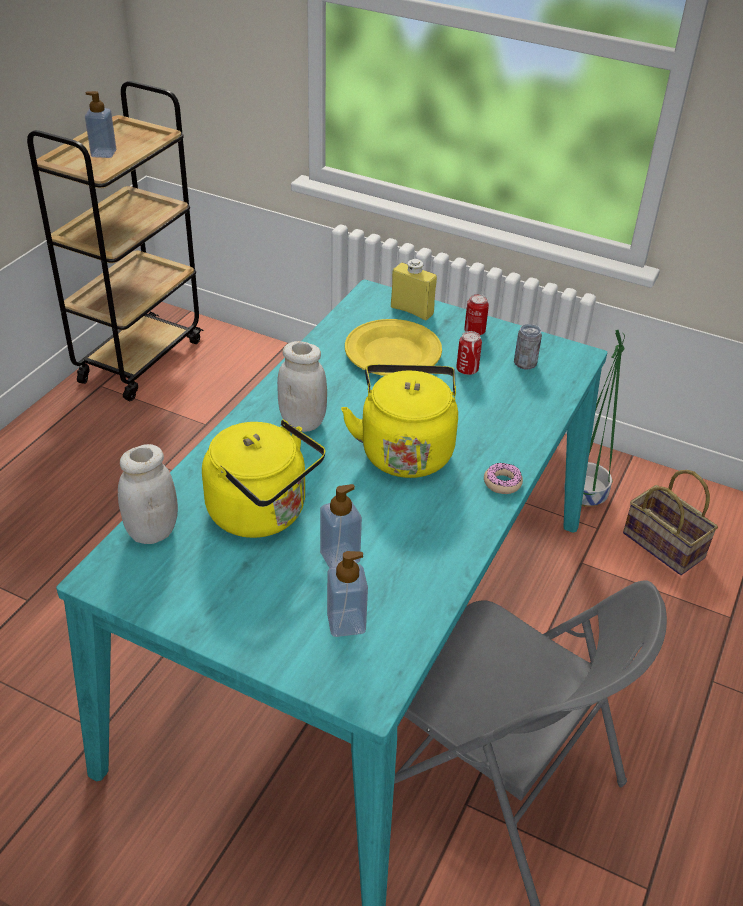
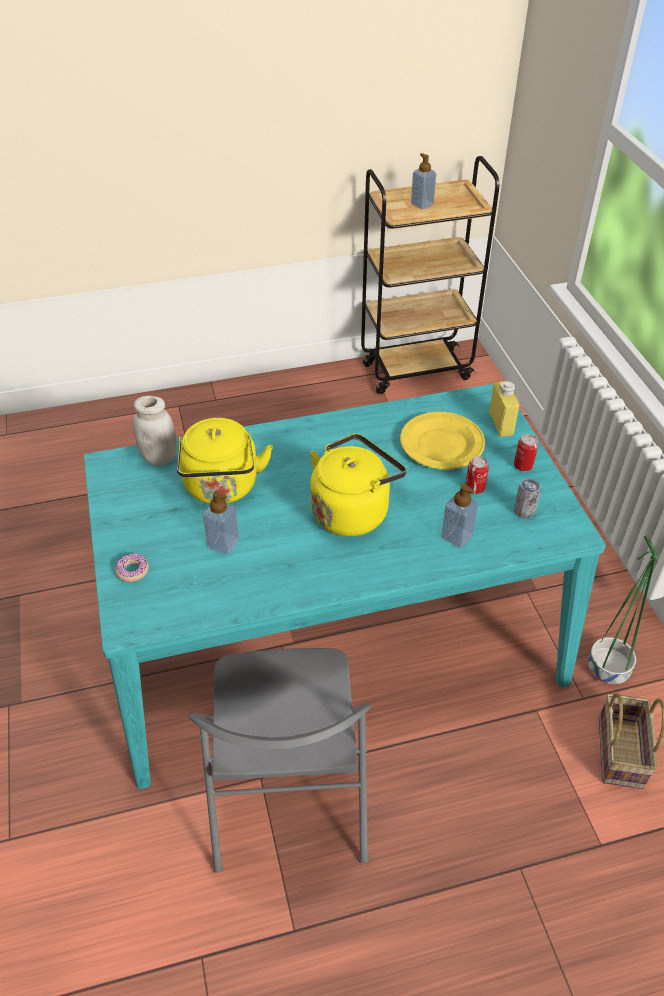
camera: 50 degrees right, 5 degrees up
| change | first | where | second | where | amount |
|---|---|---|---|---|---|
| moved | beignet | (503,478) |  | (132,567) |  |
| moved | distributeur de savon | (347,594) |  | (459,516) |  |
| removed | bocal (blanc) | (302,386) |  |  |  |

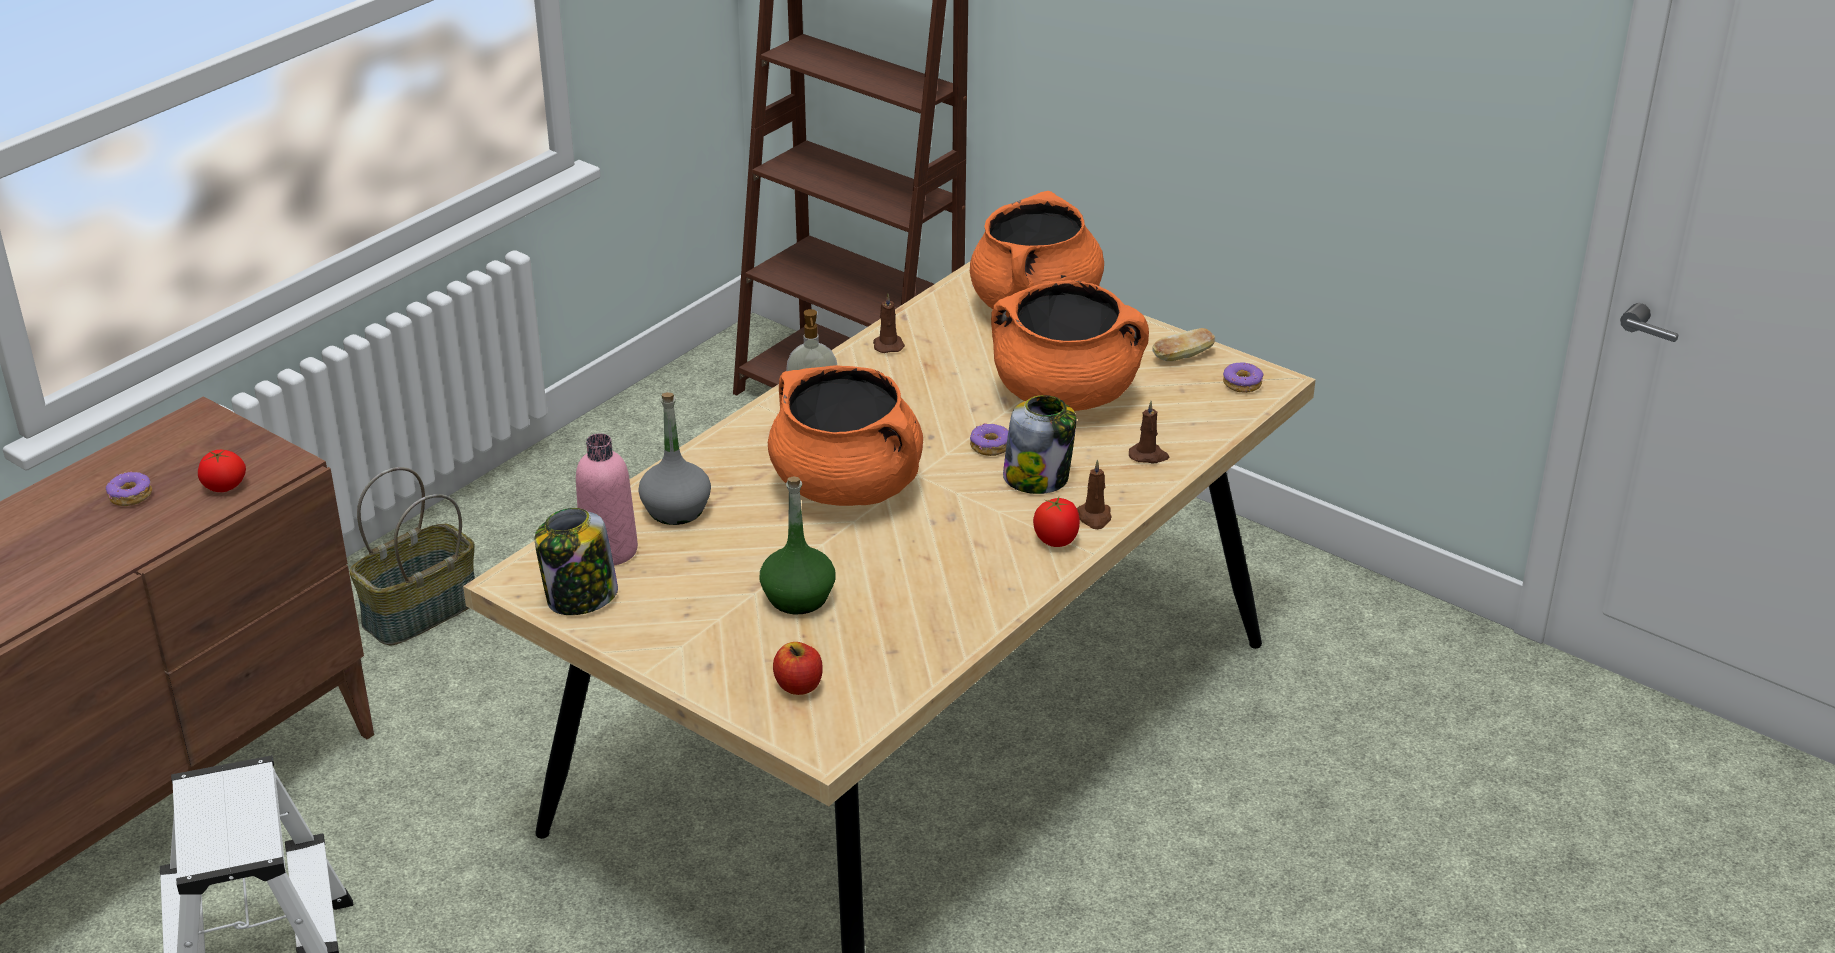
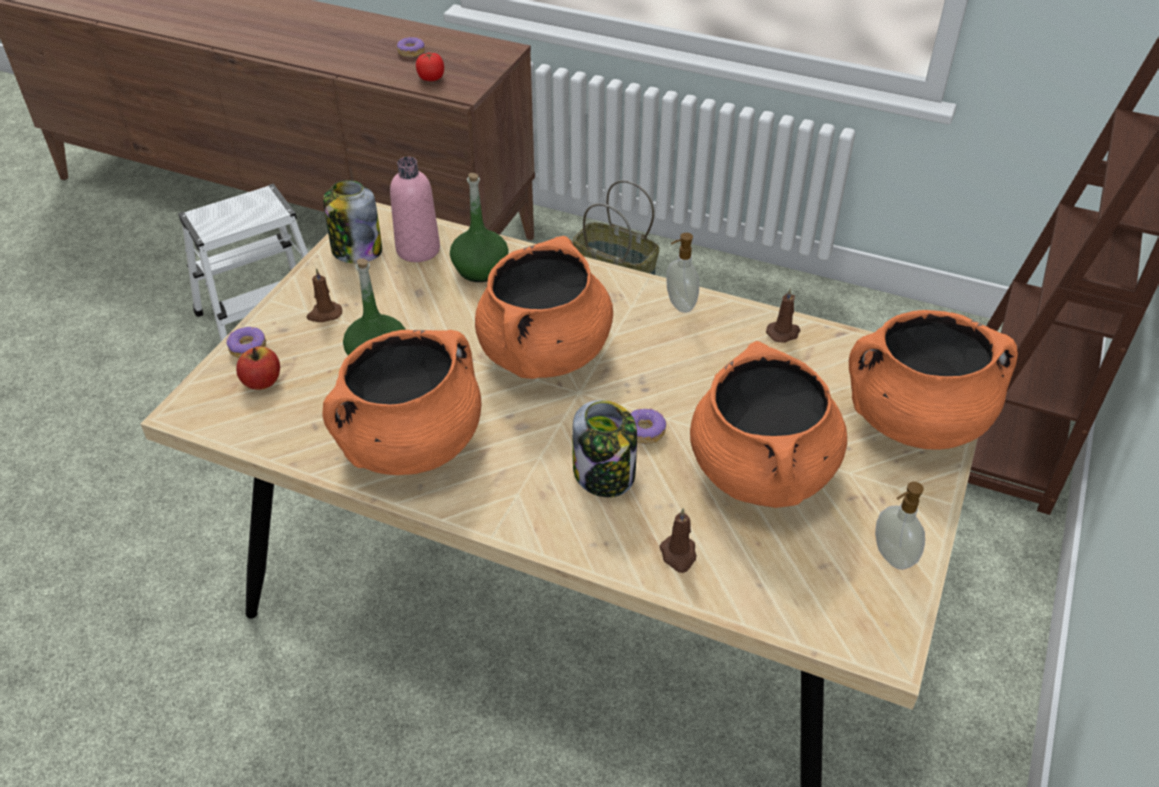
camera: 75 degrees right, 10 degrees up
| change | first | where | second | where | amount |
|---|---|---|---|---|---|
| moved | beignet | (1243,377) |  | (246,342) |  |
| moved | bougie (marron) | (1094,494) |  | (324,295) |  |
| added |  |  | marmite (orange) | (401,402) |  |
| recoloured | bouteille (gris) | (674,458) | bouteille (vert) | (479,227) |  |
| replaced | pain | (1183,344) | distributeur de savon | (900,526) |  |
| removed | tomate | (1056,522) |  |  |  |

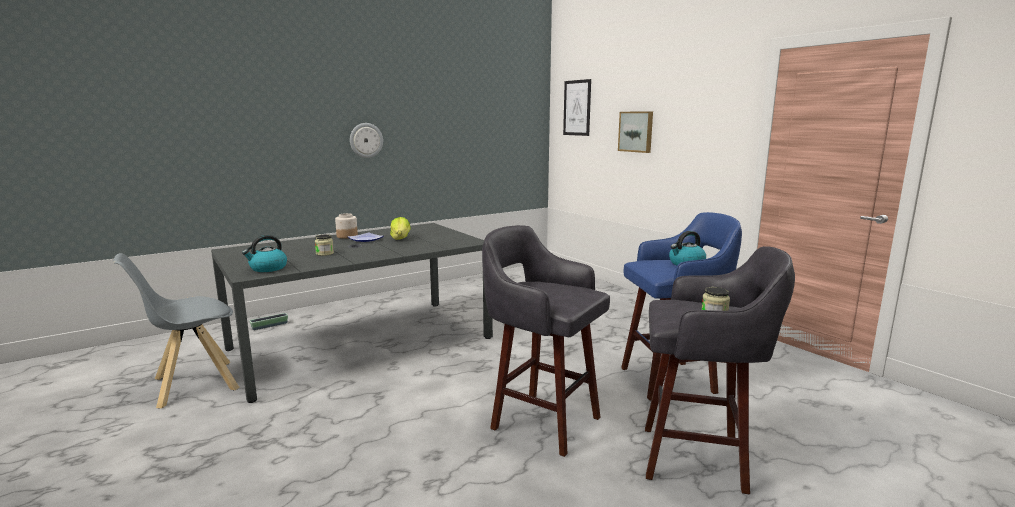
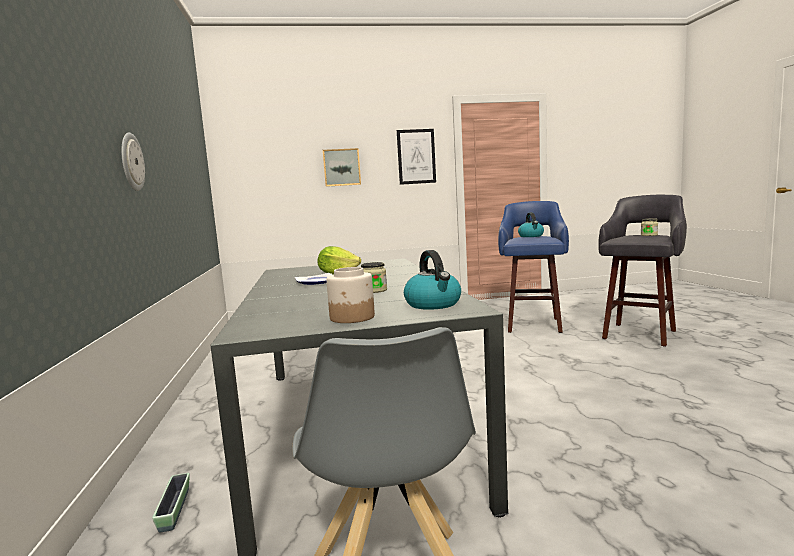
camera: 65 degrees left, 5 degrees down
| change | first | where | second | where | amount |
|---|---|---|---|---|---|
| moved | bocal | (346,226) |  | (350,295) |  |
| moved | tableau | (577,107) |  | (416,157) |  |
| removed | tabouret (gris) | (546,341) |  |  |  |

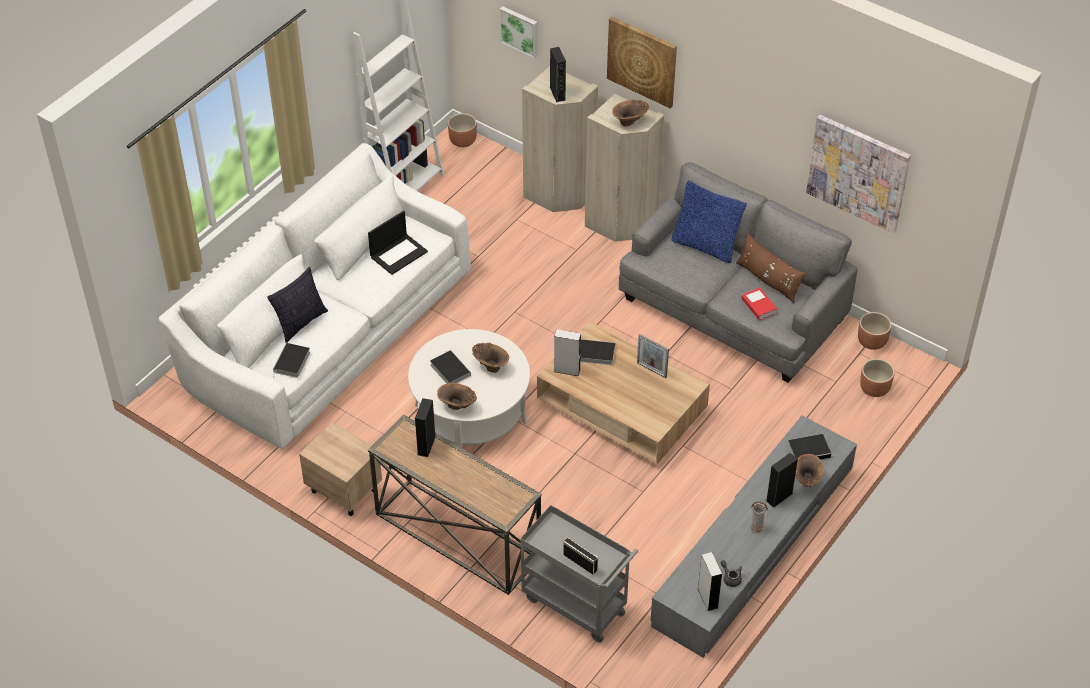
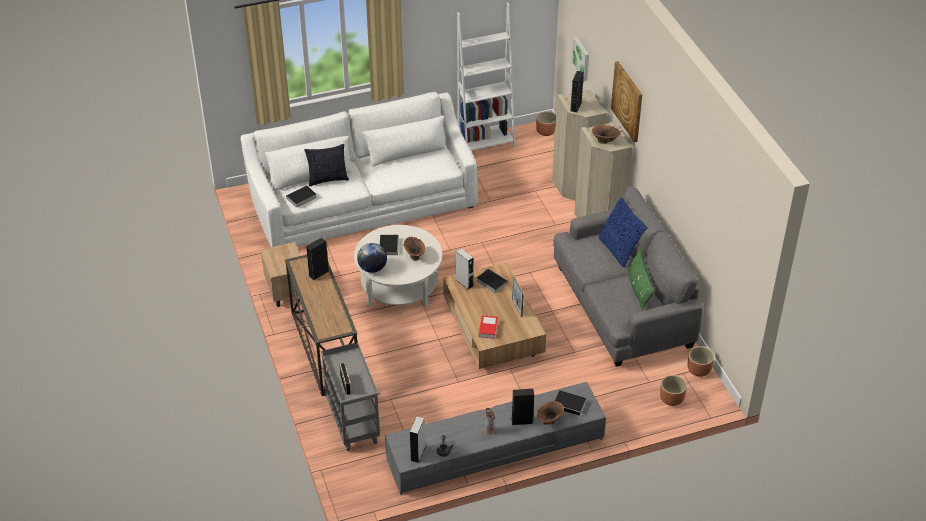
camera: 35 degrees right, 5 degrees down
| change | first | where | second | where | amount |
|---|---|---|---|---|---|
| replaced | vase (marron) | (457,396) | globe | (372,258) |  |
| moved | livre | (759,304) |  | (488,327) |  |
| recoloured | coussin (marron) | (770,267) | coussin (vert) | (641,279) |  |
| removed | ordinateur portable | (398,243) |  |  |  |
| removed | tableau | (858,174) |  |  |  |

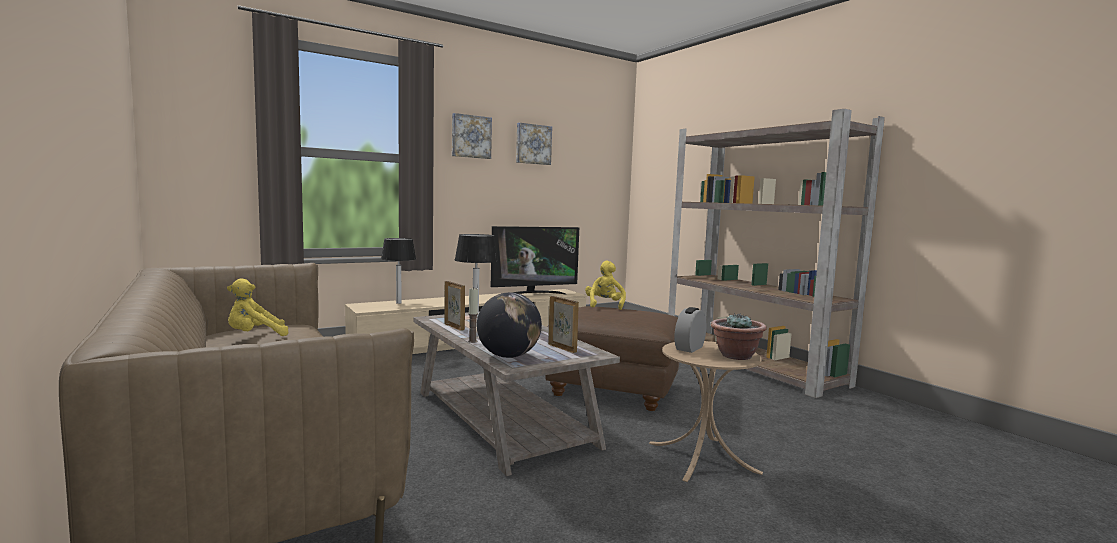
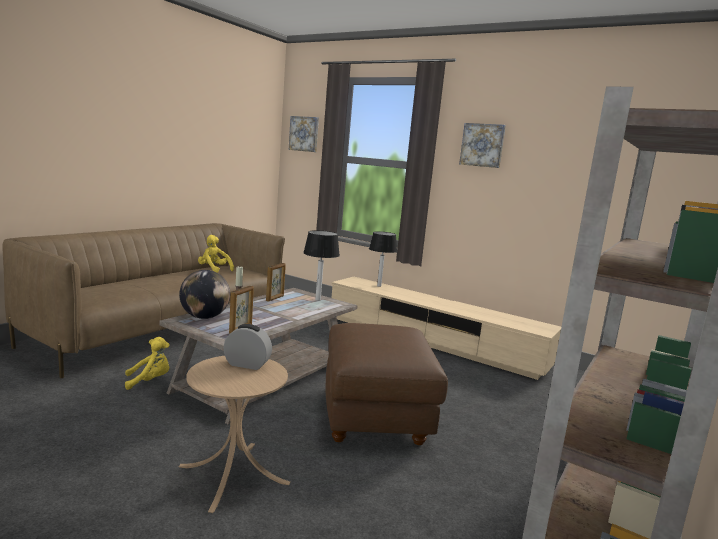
camera: 65 degrees right, 5 degrees up
| change | first | where | second | where | amount |
|---|---|---|---|---|---|
| moved | peluche (jaune) | (605,285) |  | (147,363) |  |
| moved | tableau | (534,144) |  | (304,134) |  |
| removed | téléviseur | (535,260) |  |  |  |
| removed | plante en pot | (738,336) |  |  |  |

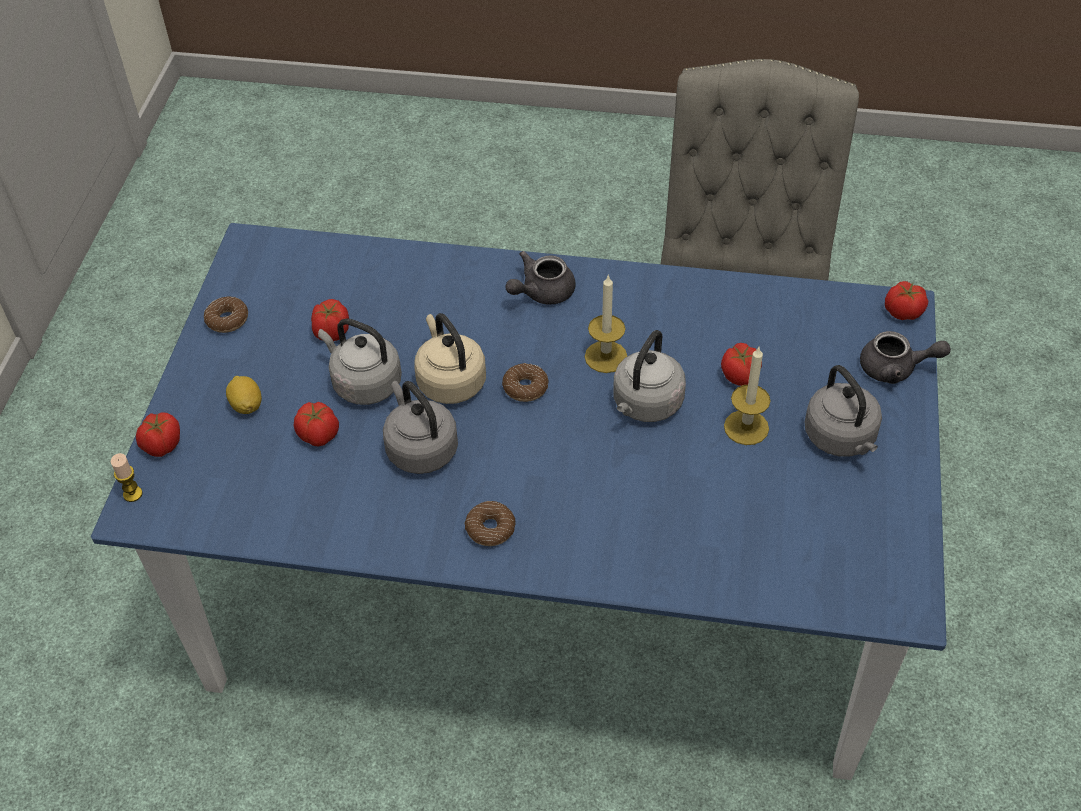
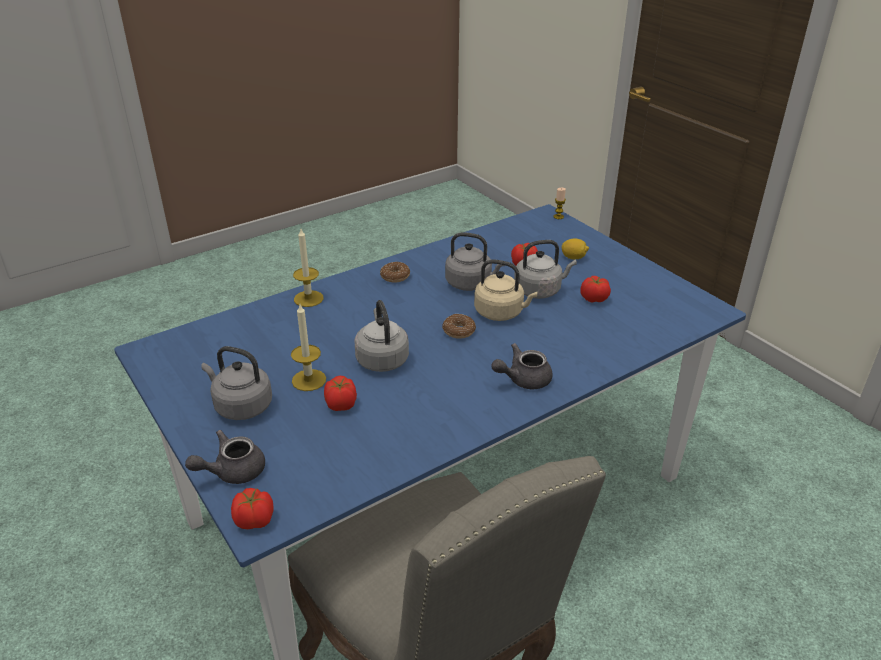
camera: 135 degrees right, 15 degrees down
| change | first | where | second | where | amount |
|---|---|---|---|---|---|
| moved | bougie | (606,323) |  | (308,268) |  |
| turned | théière (gris) | (541,278) |  | (522,366) | 120 degrees counterclockwise |
| removed | tomate | (158,435) |  |  |  |
| removed | beignet | (226,314) |  |  |  |

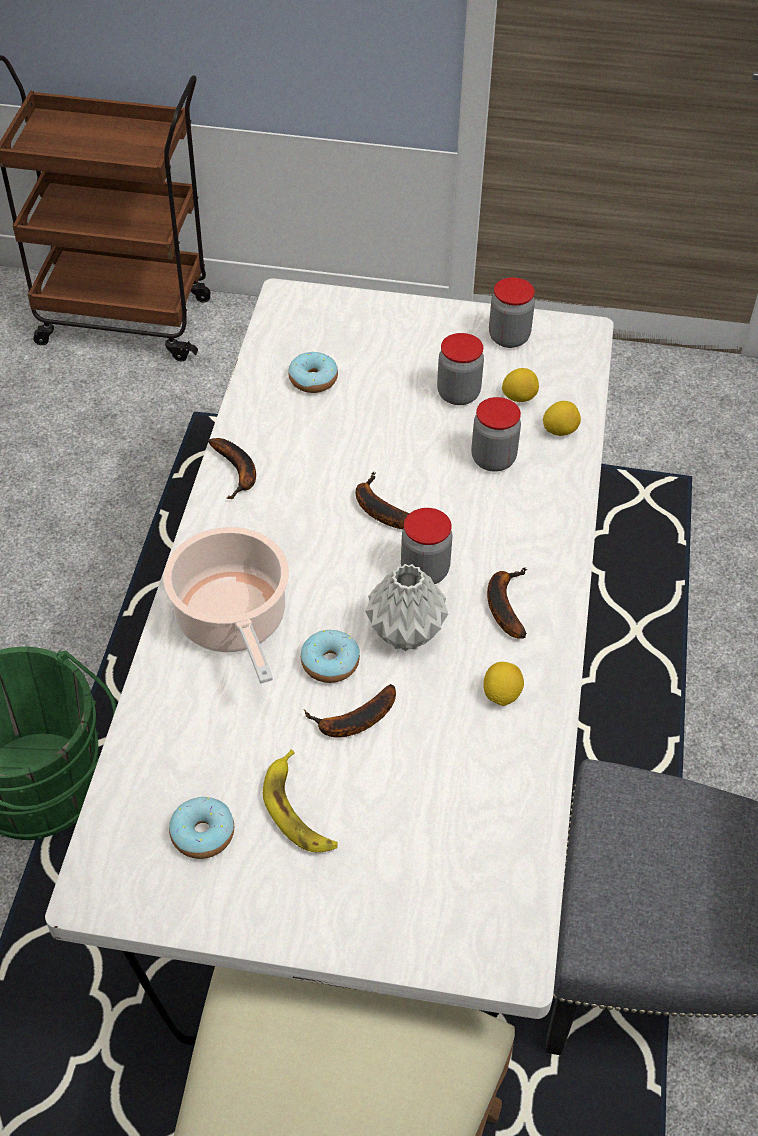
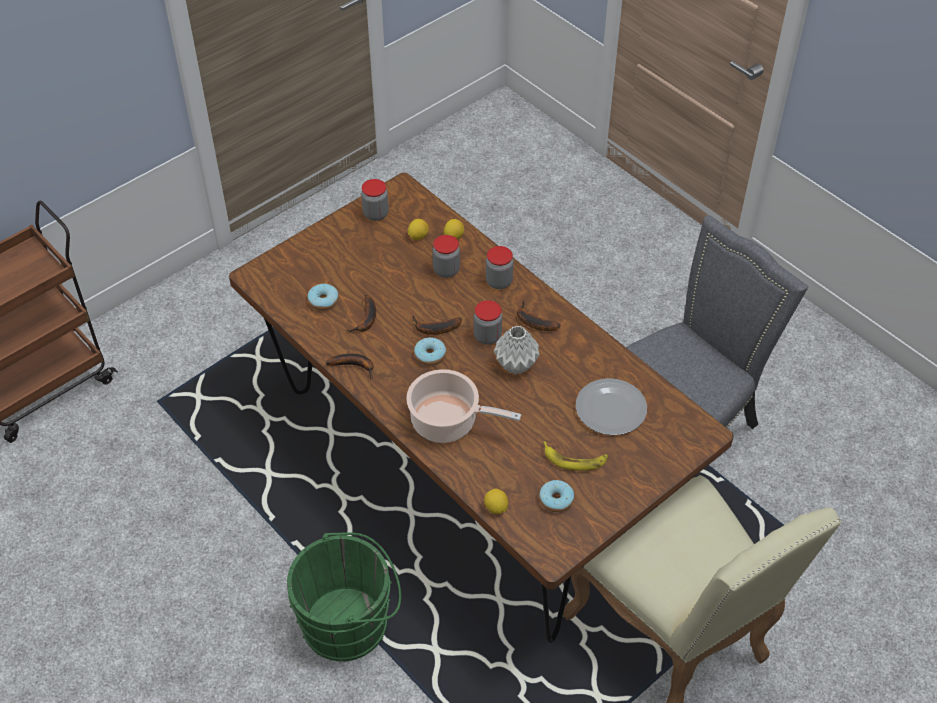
camera: 50 degrees left, 0 degrees up
| change | first | where | second | where | amount |
|---|---|---|---|---|---|
| recoloured | table à manger (blanc) | (329,661) | table à manger (marron) | (481,408) |  |
| moved | banane | (350,711) |  | (361,313) |  |
| moved | beignet | (330,656) |  | (430,351) |  |
| moved | citron | (504,684) |  | (496,501) |  |
| moved | bocal | (460,369) |  | (499,267) |  |
| added |  |  | assiette | (611,406) |  |

